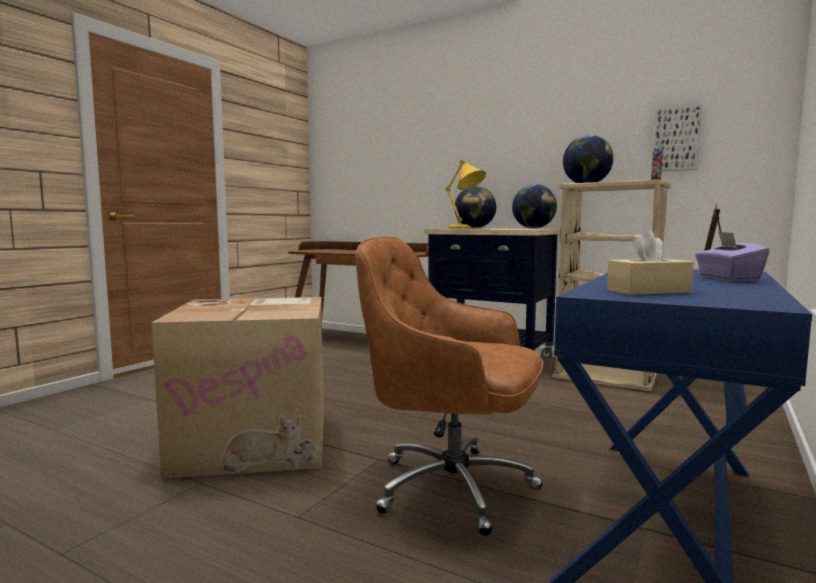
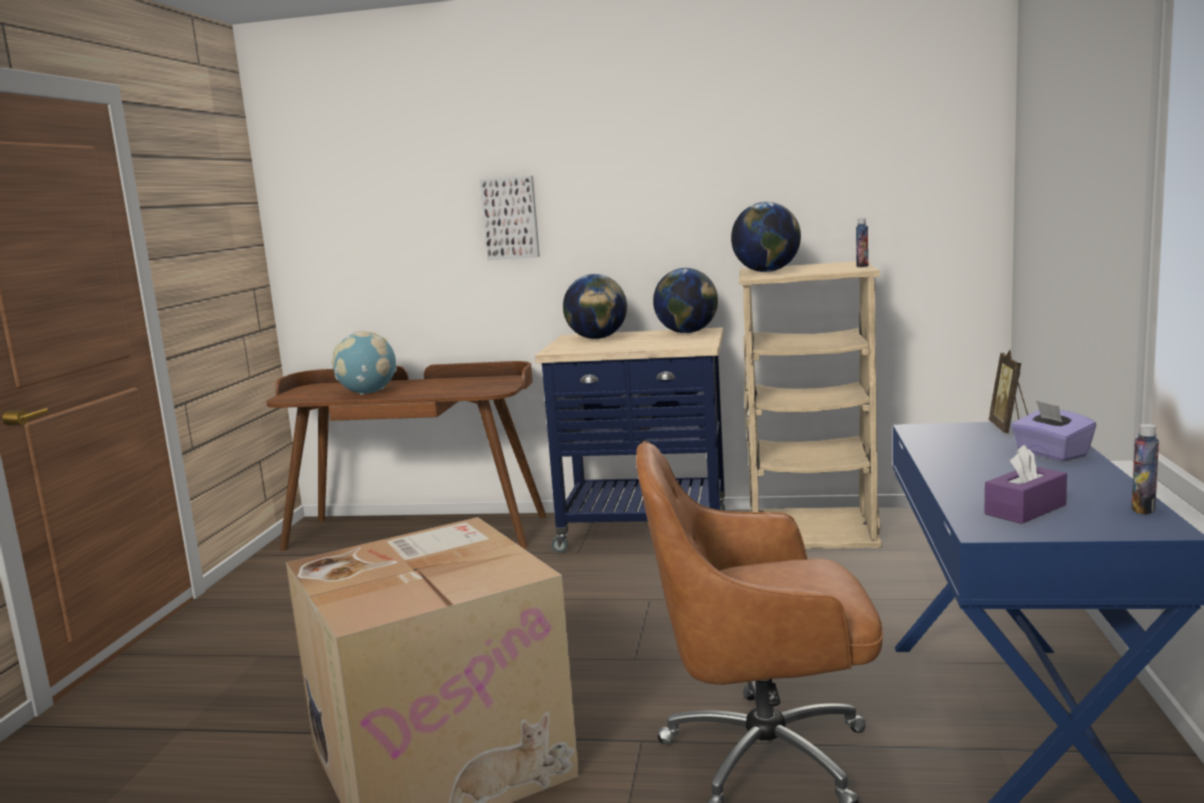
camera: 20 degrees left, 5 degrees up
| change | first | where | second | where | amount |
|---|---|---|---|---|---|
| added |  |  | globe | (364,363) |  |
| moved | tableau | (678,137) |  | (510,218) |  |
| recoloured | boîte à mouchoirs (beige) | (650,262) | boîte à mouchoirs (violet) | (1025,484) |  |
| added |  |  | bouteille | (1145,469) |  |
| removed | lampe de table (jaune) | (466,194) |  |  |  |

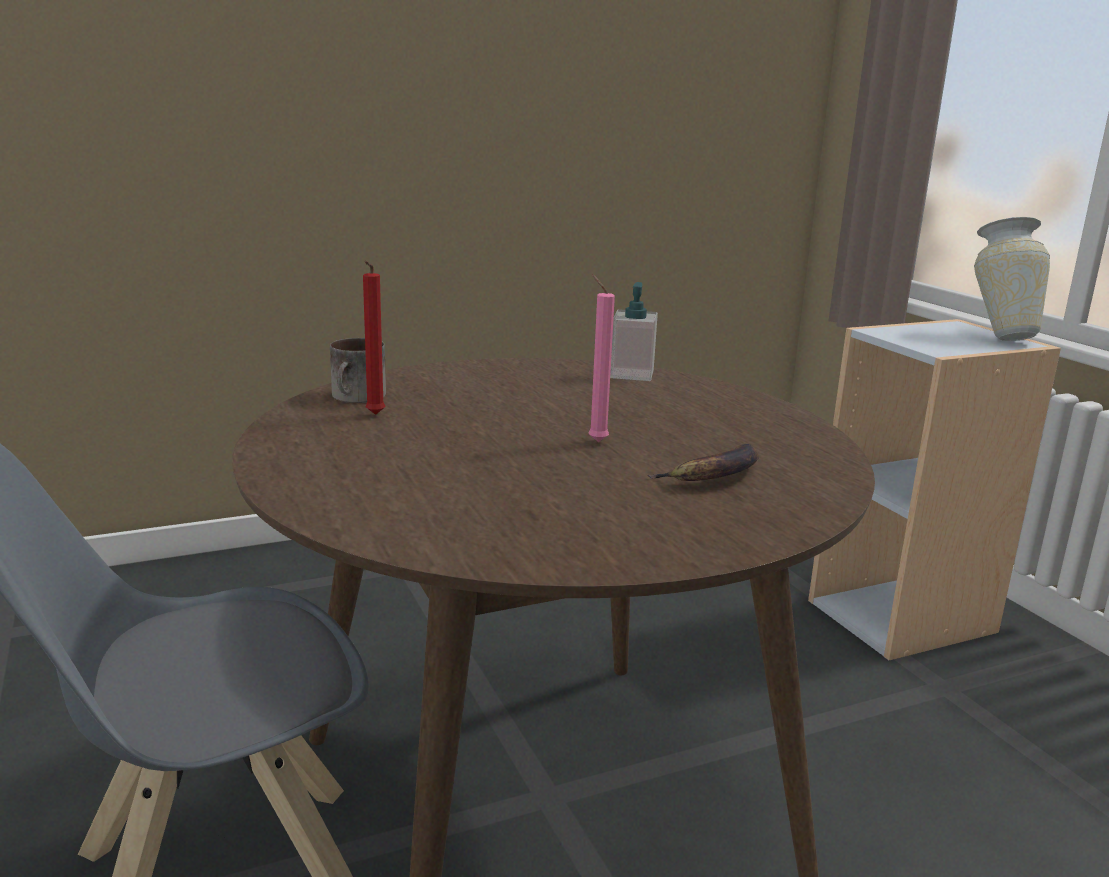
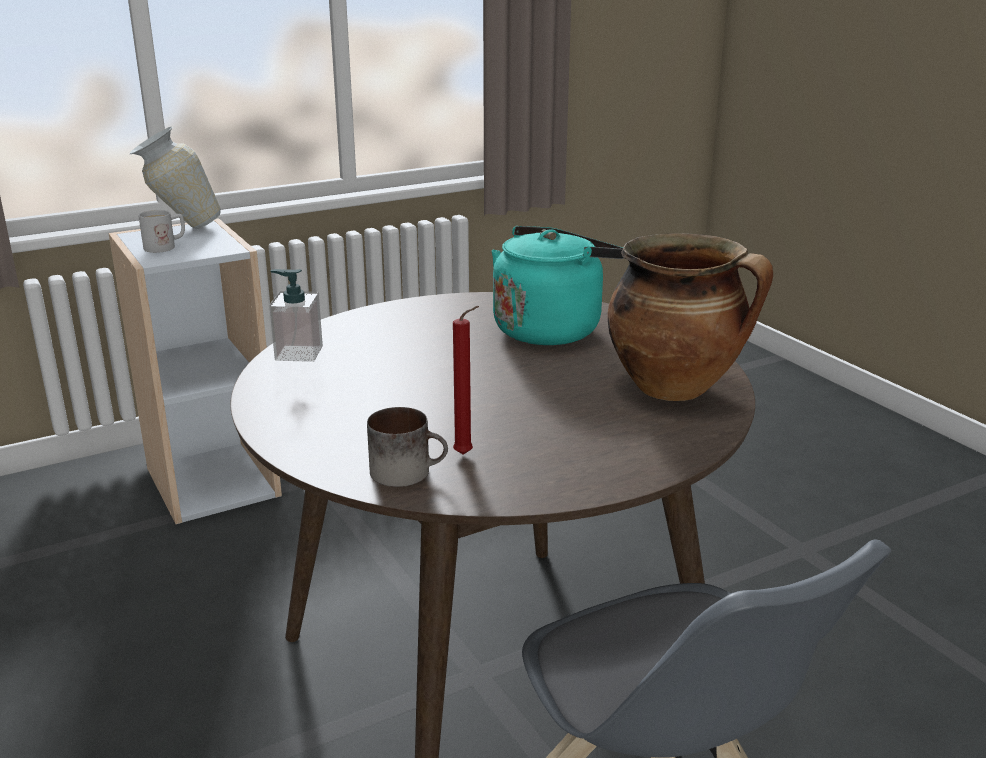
camera: 95 degrees left, 5 degrees up
| change | first | where | second | where | amount |
|---|---|---|---|---|---|
| added |  |  | mug (blanc) | (161,231) |  |
| replaced | banane | (703,462) | bouilloire (turquoise) | (557,285) |  |
| added |  |  | marmite | (690,317) |  |
| removed | bougie (rose) | (602,358) |  |  |  |

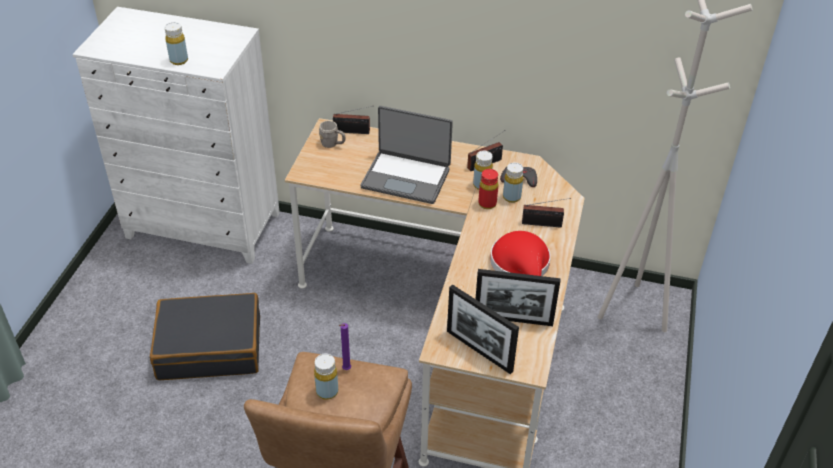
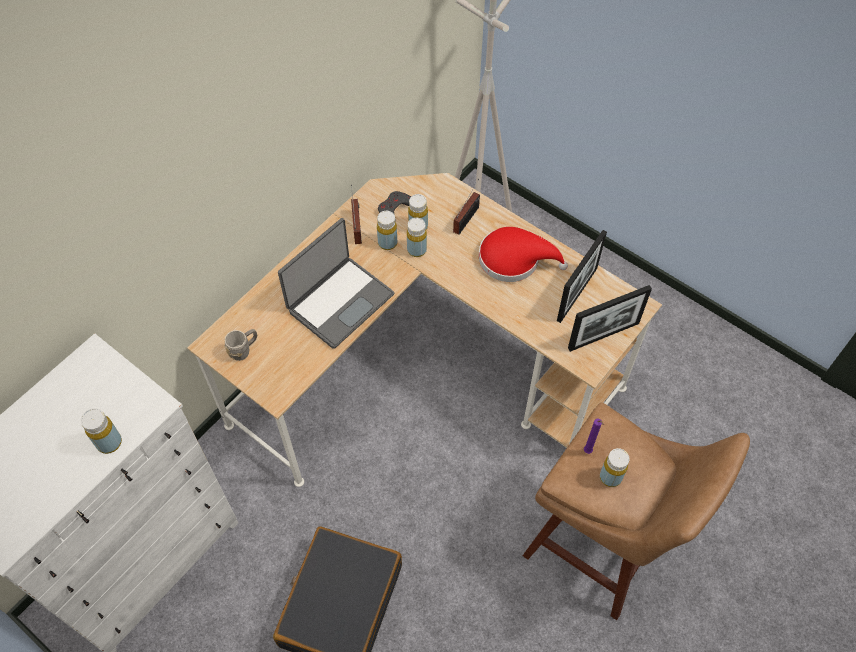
camera: 65 degrees left, 15 degrees up
| change | first | where | second | where | amount |
|---|---|---|---|---|---|
| recoloured | bouteille (rouge) | (488,189) | bouteille (jaune) | (417,237) |  |
| removed | radio | (352,120) |  |  |  |

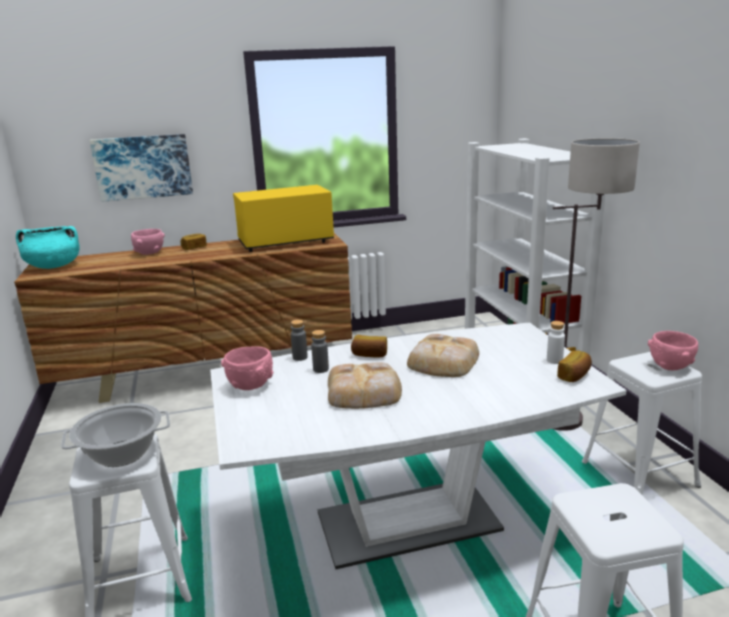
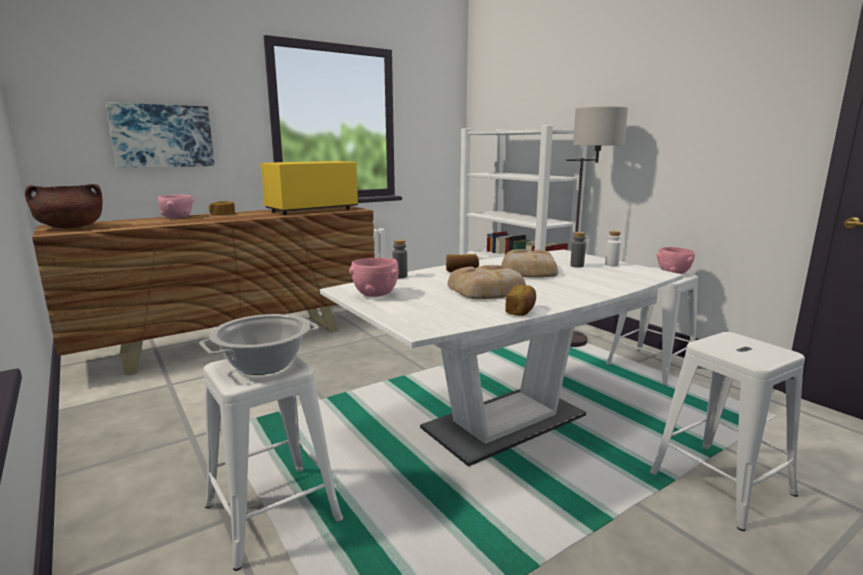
camera: 20 degrees left, 5 degrees down
| change | first | where | second | where | amount |
|---|---|---|---|---|---|
| recoloured | marmite (turquoise) | (48,247) | marmite (marron) | (63,206) |  |
| moved | pain | (574,366) |  | (520,300) |  |
| moved | bouteille (gris) | (320,351) |  | (578,250) |  |

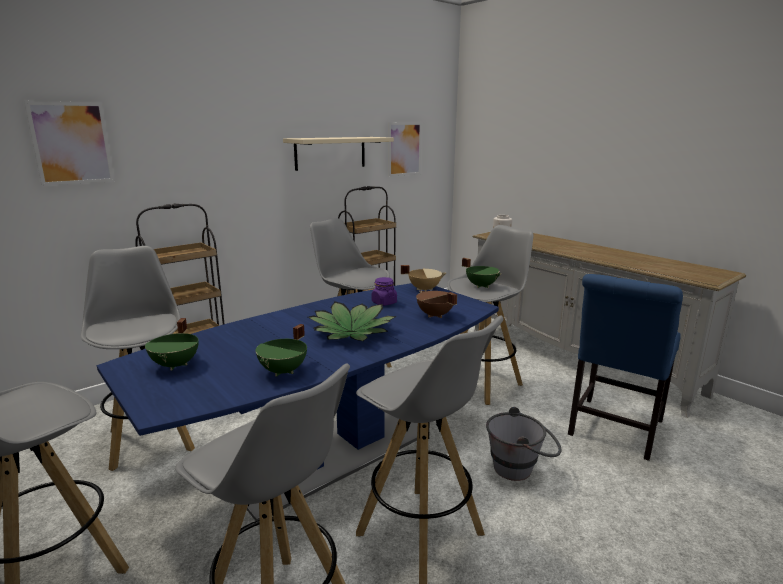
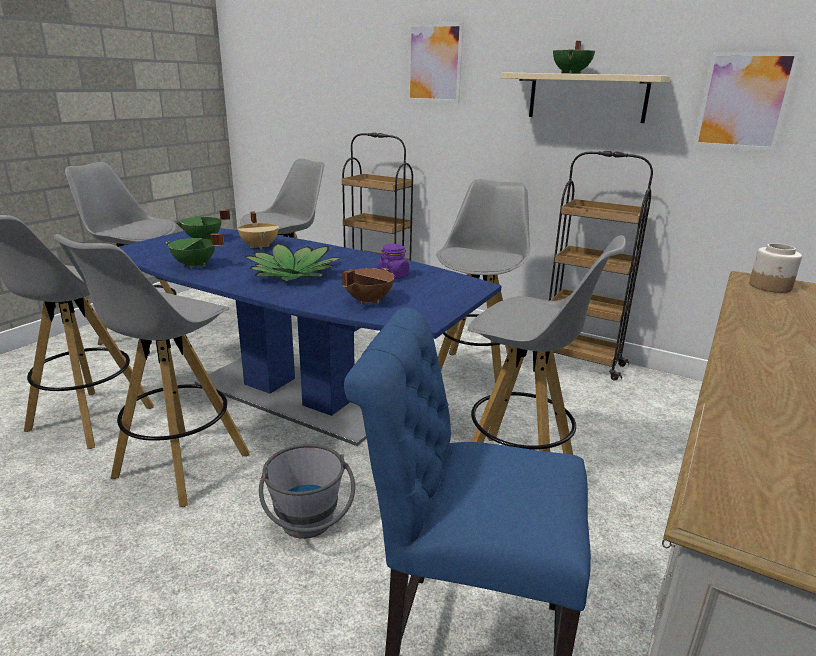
camera: 70 degrees right, 5 degrees up
| change | first | where | second | where | amount |
|---|---|---|---|---|---|
| moved | marmite (beige) | (423,278) |  | (258,230) |  |
| moved | tableau | (69,143) |  | (435,62) |  |
| moved | marmite (vert) | (481,273) |  | (574,57) |  |

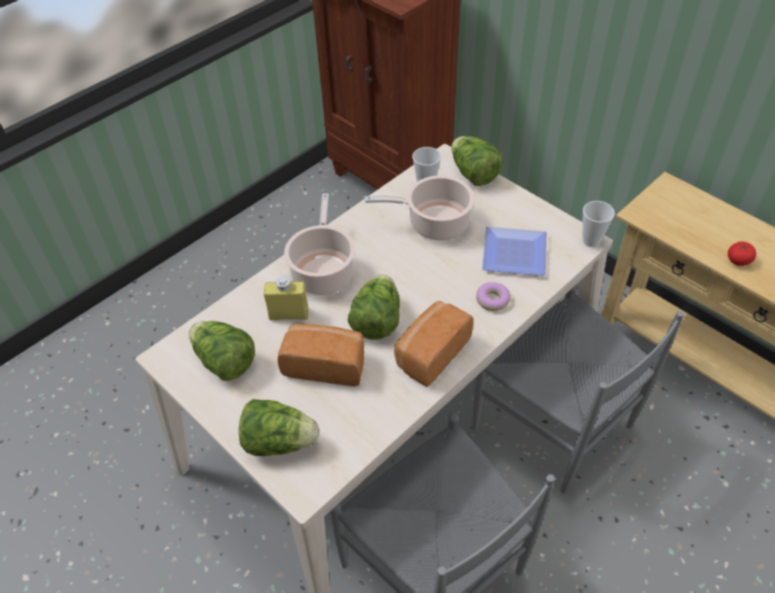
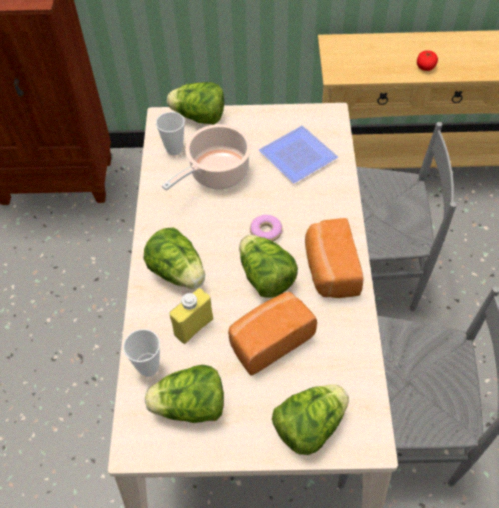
camera: 45 degrees left, 5 degrees up
| change | first | where | second | where | amount |
|---|---|---|---|---|---|
| moved | tasse | (598,224) |  | (141,353) |  |
| replaced | marmite | (319,244) | laitue | (174,258) |  |
| moved | beignet | (493,296) |  | (266,228) |  |

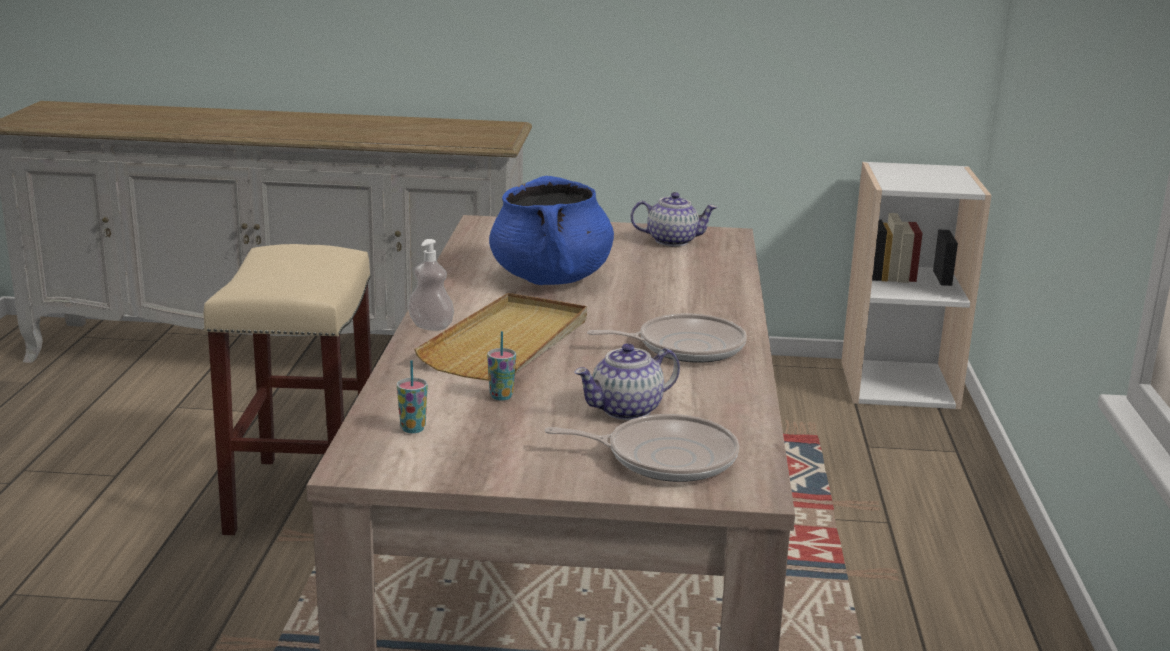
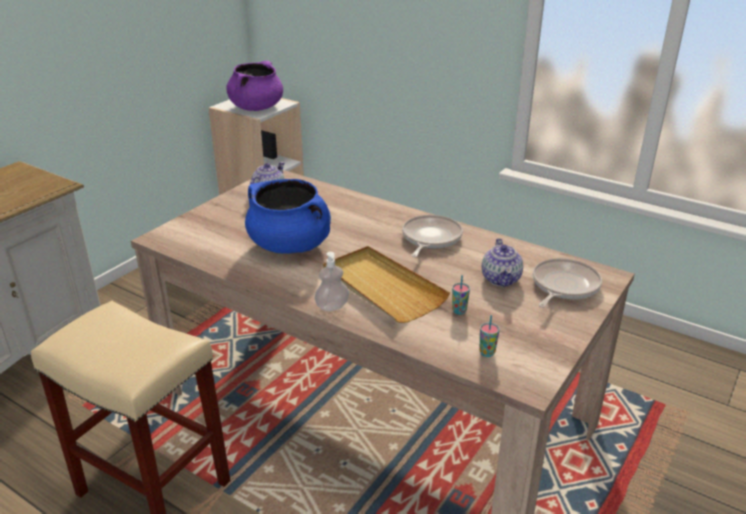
camera: 60 degrees left, 10 degrees up
| change | first | where | second | where | amount |
|---|---|---|---|---|---|
| added |  |  | marmite (violet) | (254,86) |  |

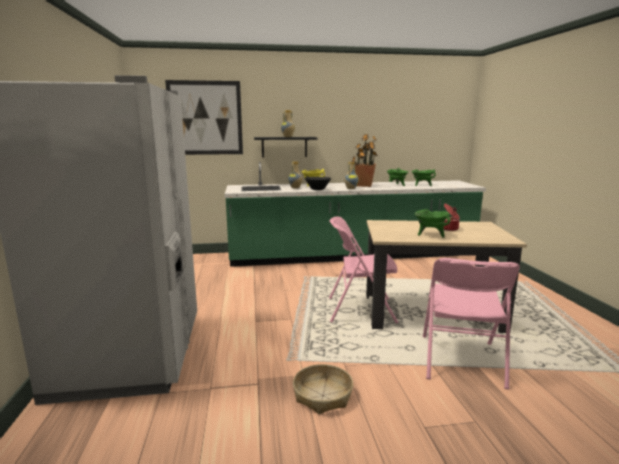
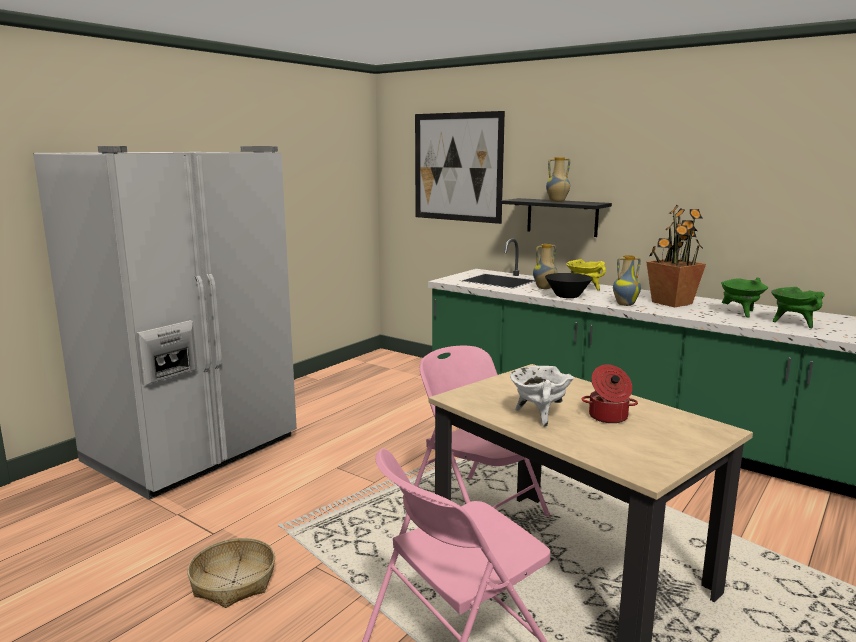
camera: 45 degrees right, 0 degrees up
| change | first | where | second | where | amount |
|---|---|---|---|---|---|
| recoloured | marmite (vert) | (432,223) | marmite (blanc) | (542,396) |  |

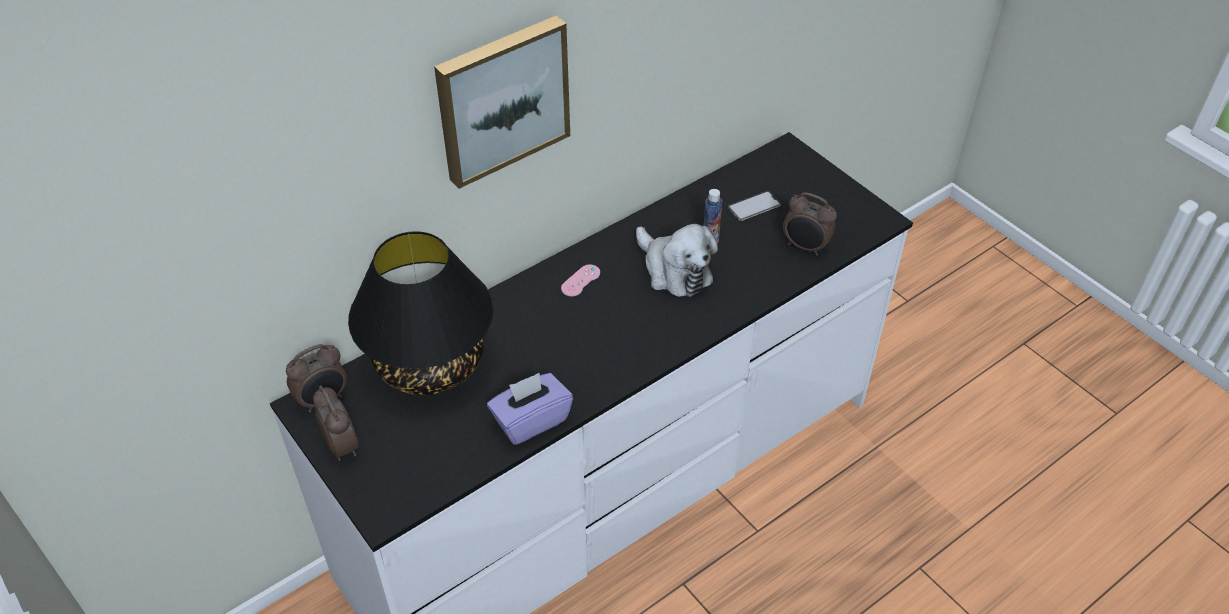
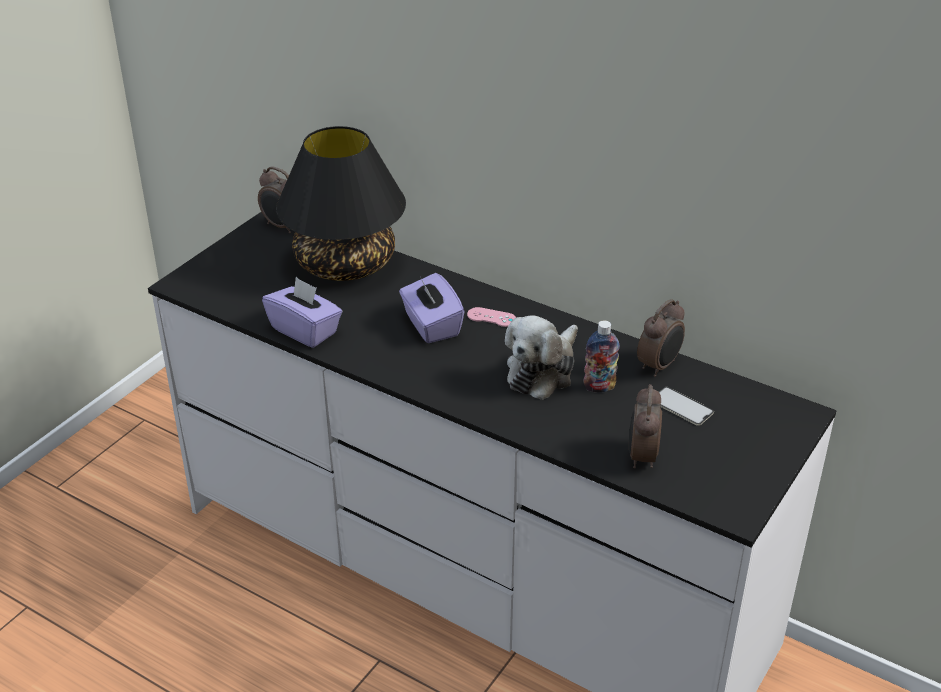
camera: 70 degrees right, 10 degrees down
| change | first | where | second | where | amount |
|---|---|---|---|---|---|
| added |  |  | boîte à mouchoirs (violet) | (432,308) |  |
| moved | réveil | (336,423) |  | (661,338) |  |
| removed | tableau | (502,102) |  |  |  |

